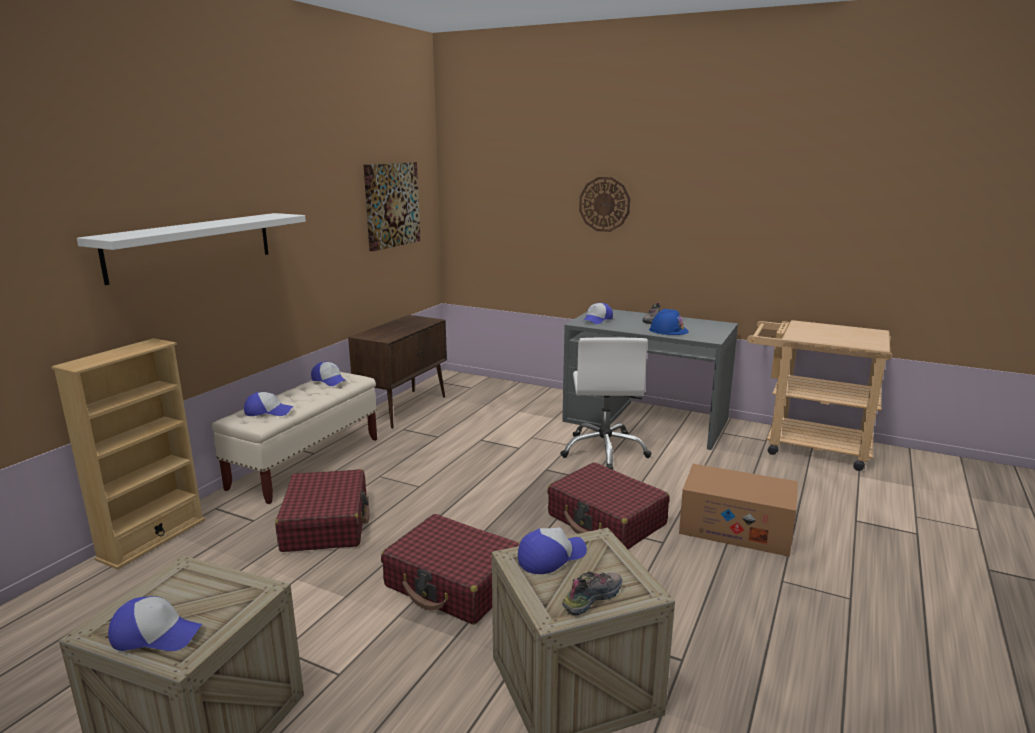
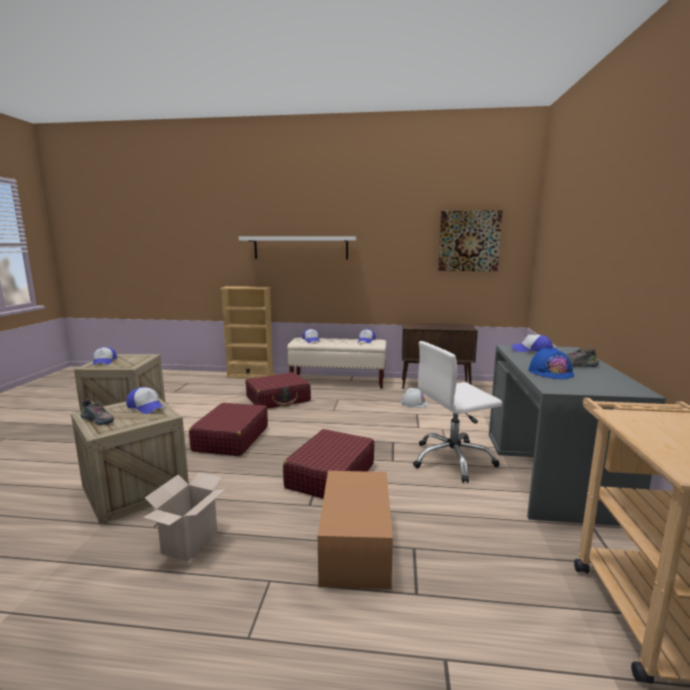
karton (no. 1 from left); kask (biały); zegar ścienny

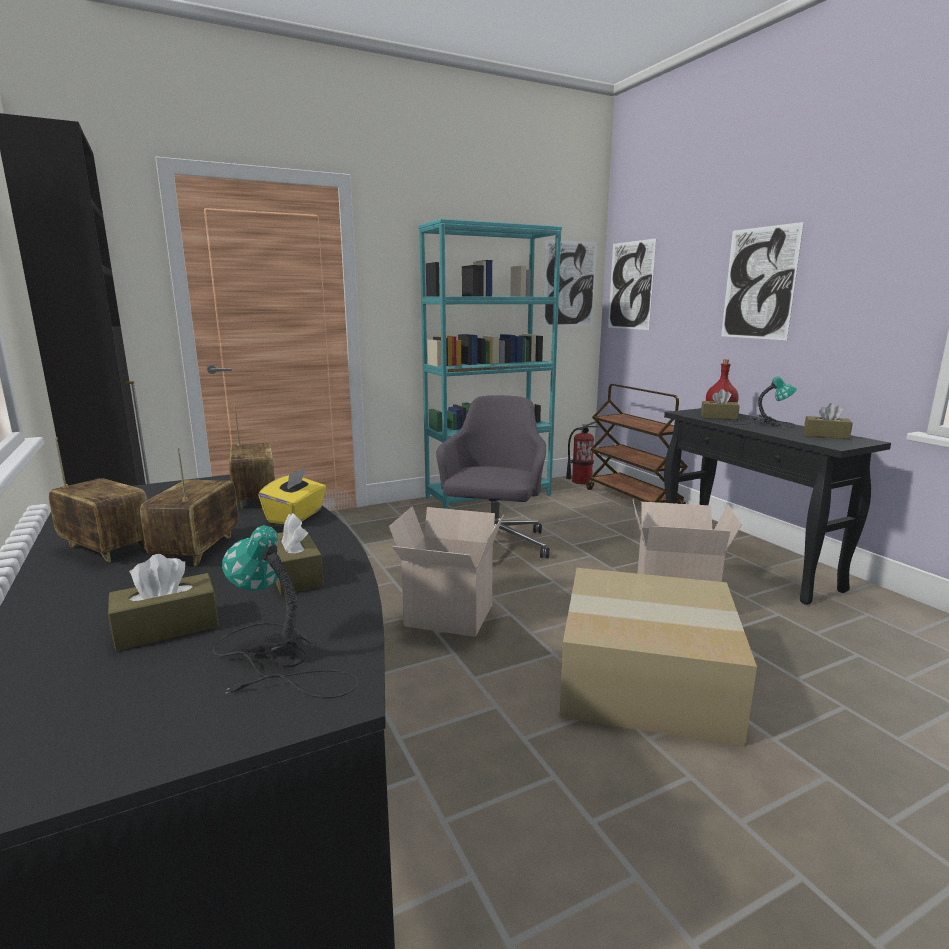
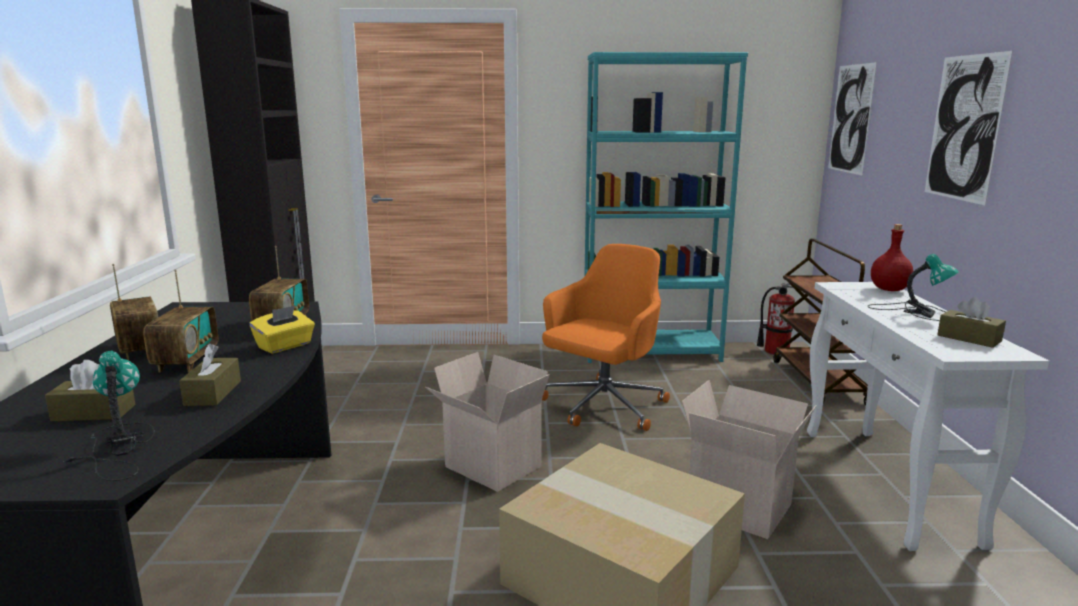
radio (no. 2 from left); krzesło biurowe (pomarańczowy); stolik konsolowy (biały); obraz (no. 1 from left in the first image); pudełko chusteczek (brązowy) (no. 3 from left in the first image)

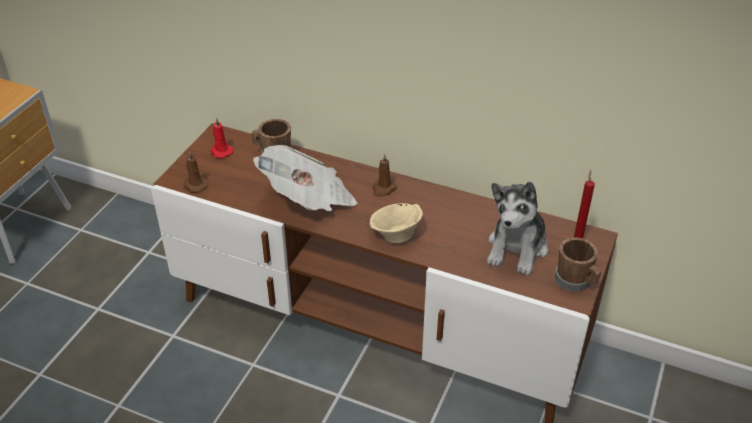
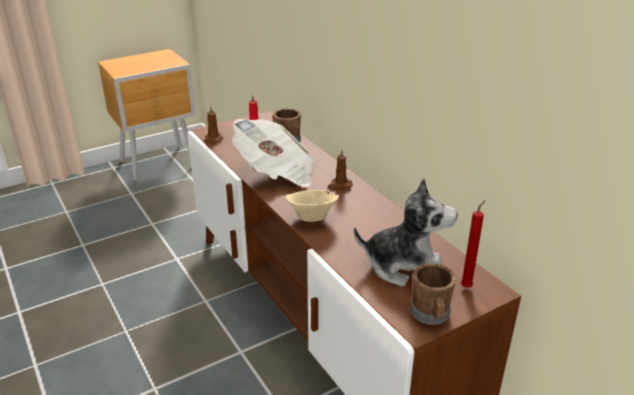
pluszak

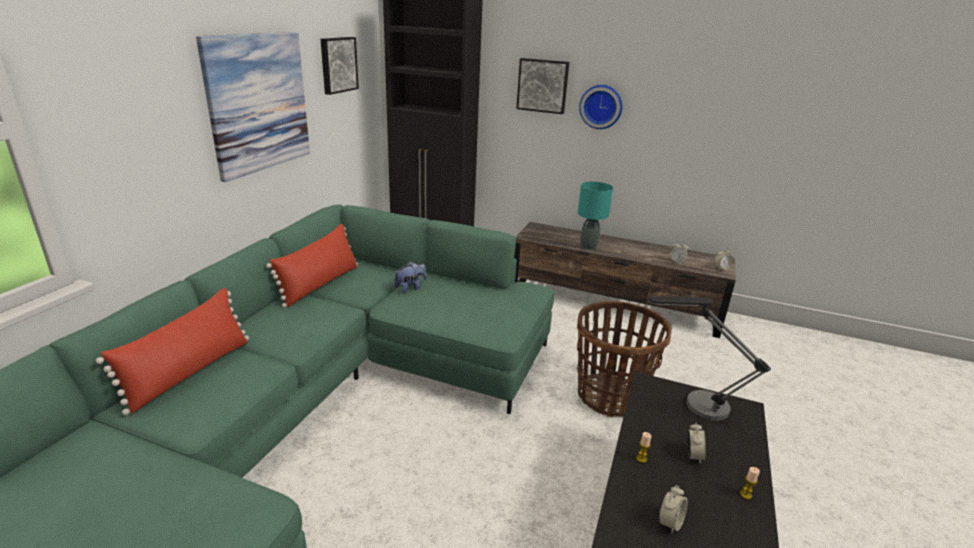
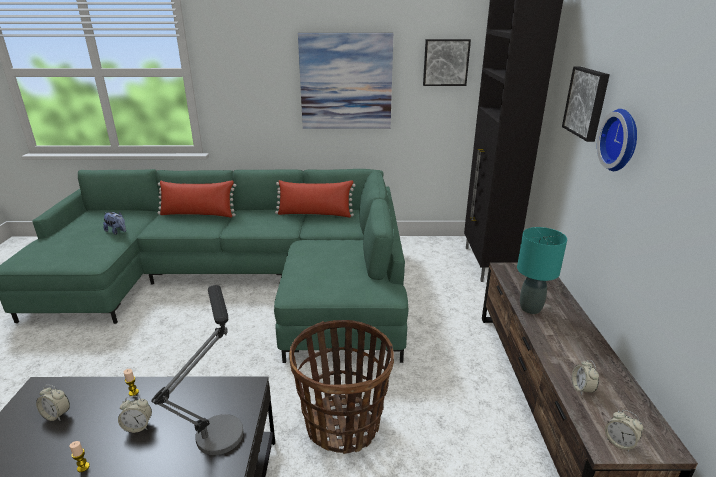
pluszak

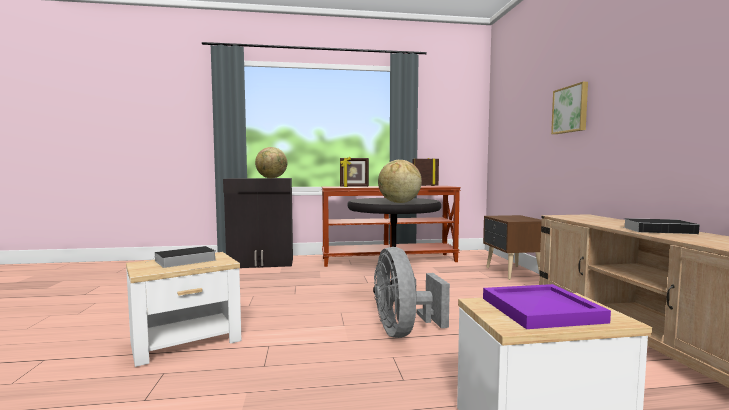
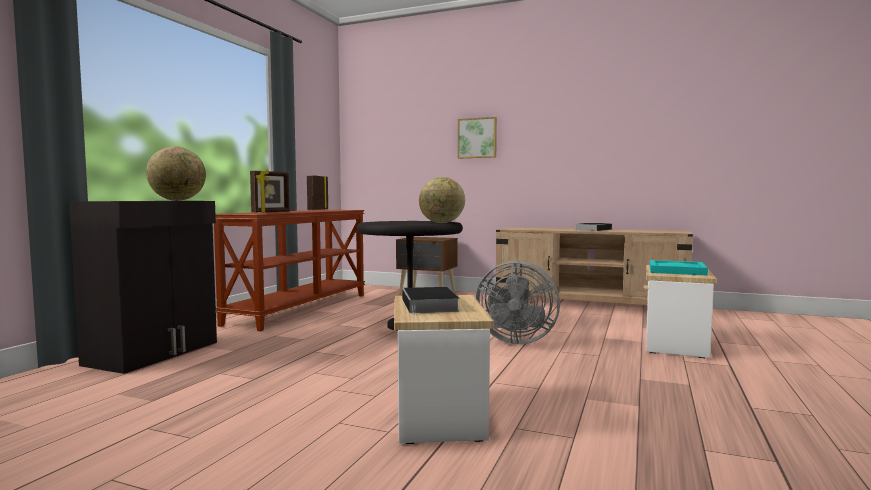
taca (turkusowy)

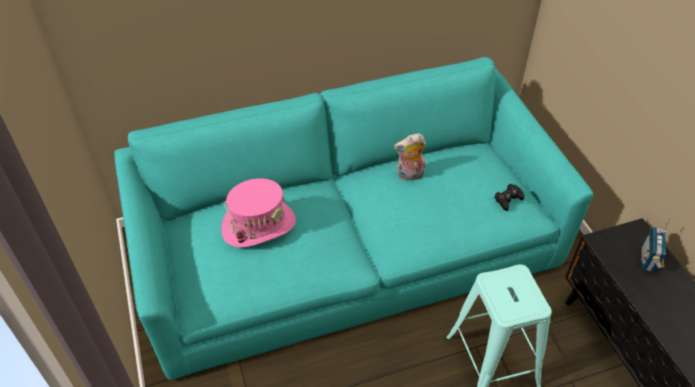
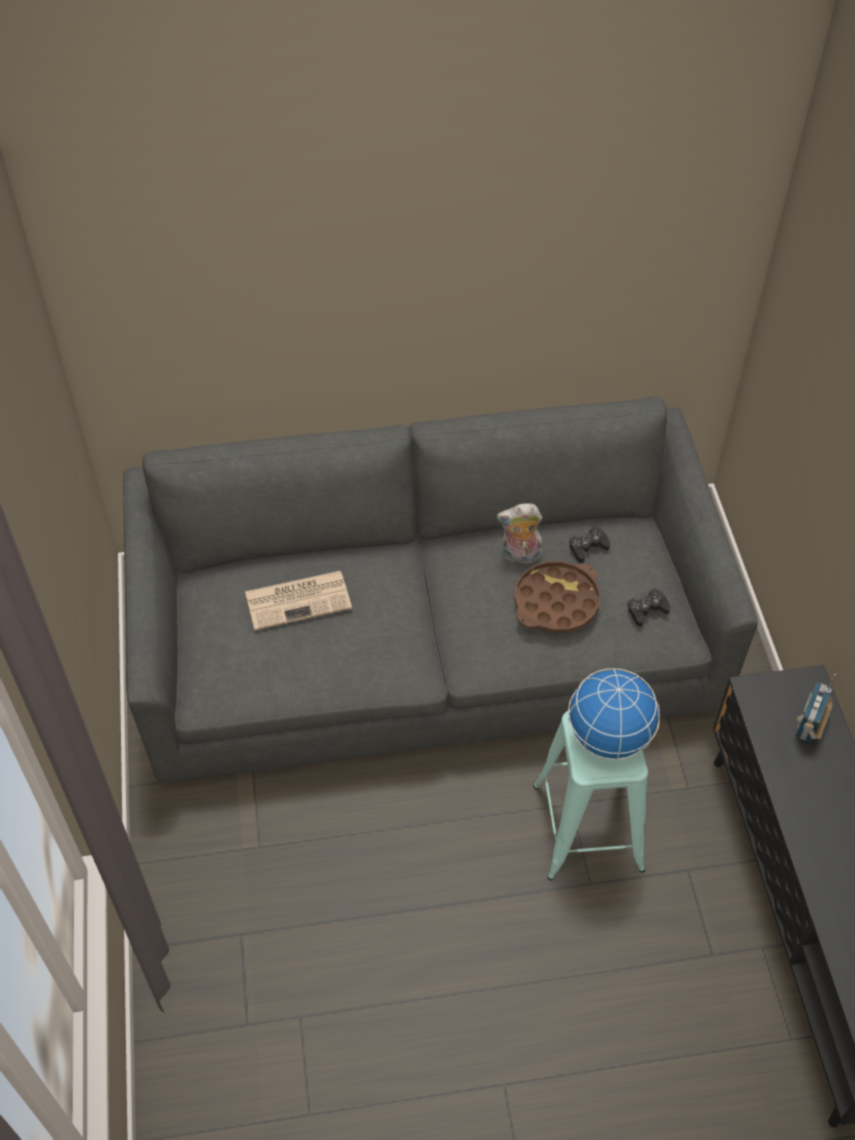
kanapa (szary); gazeta; taca (brązowy); globus; pad do gier (czarny) (no. 1 from left)

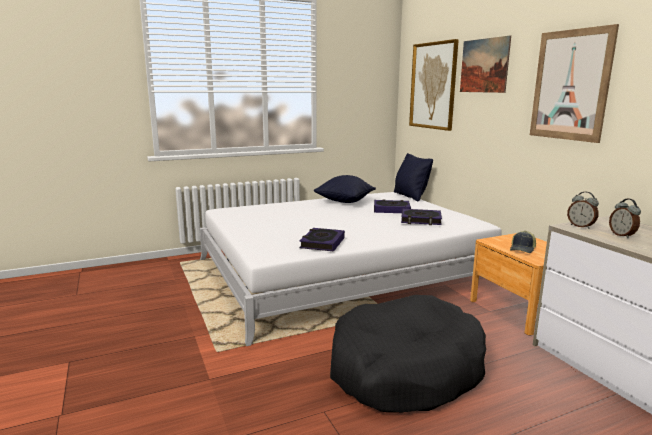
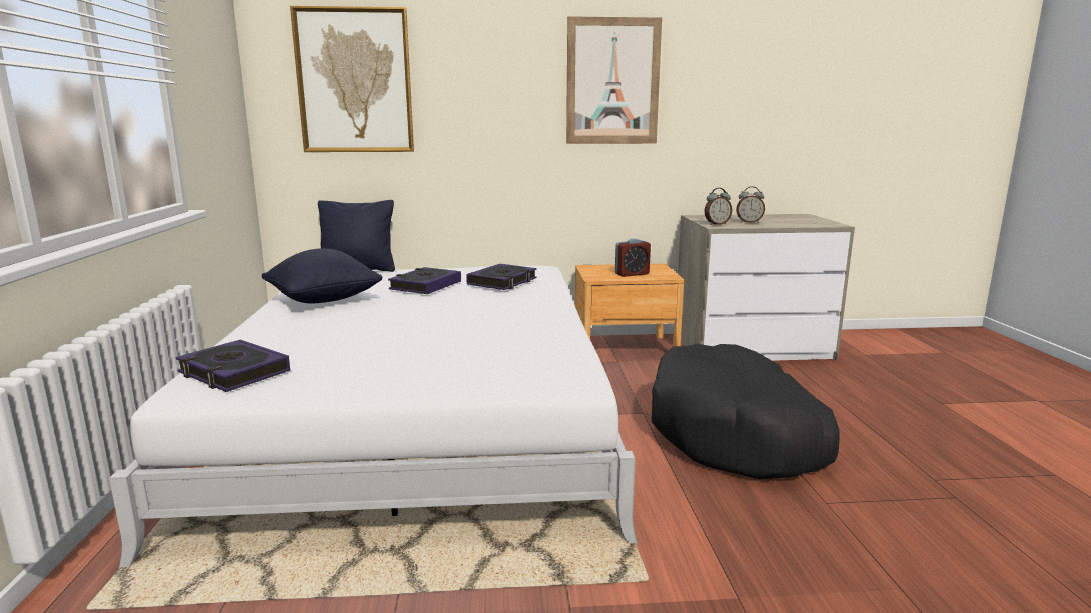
książka (no. 1 from left); budzik (no. 1 from left); obraz (no. 2 from left in the first image)

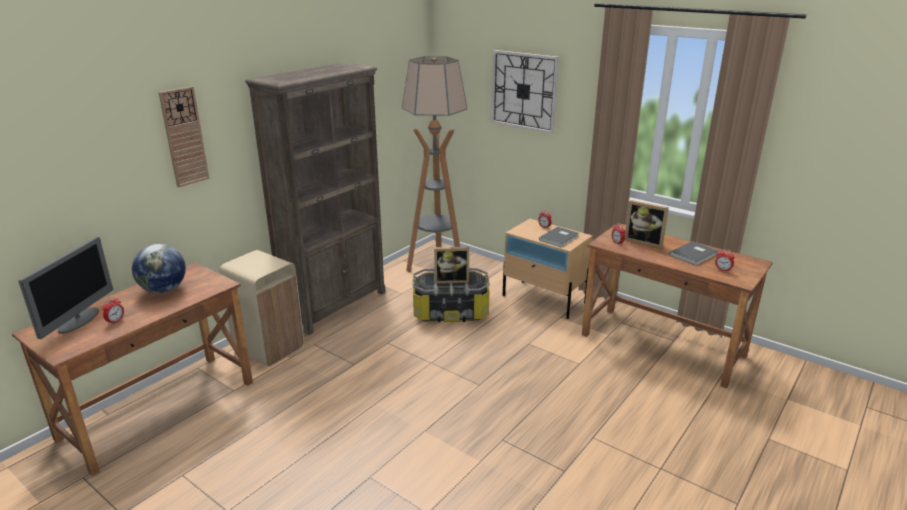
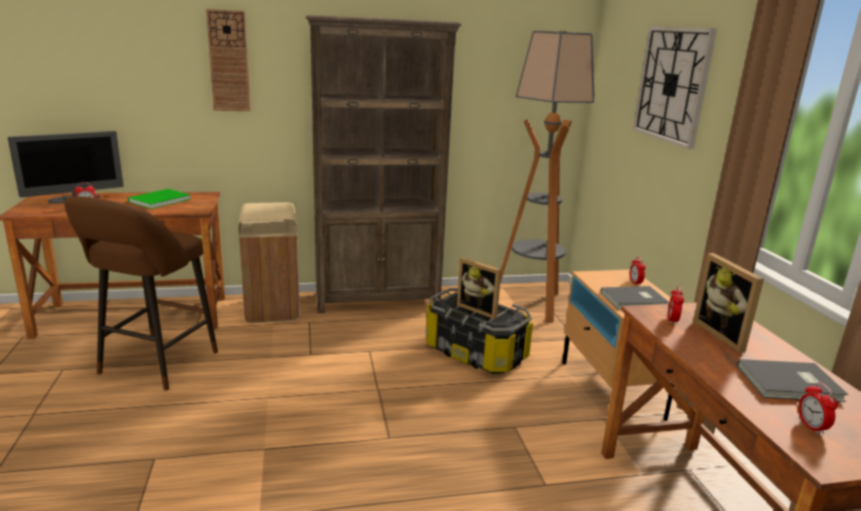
stołek (brązowy); książka (zielony)

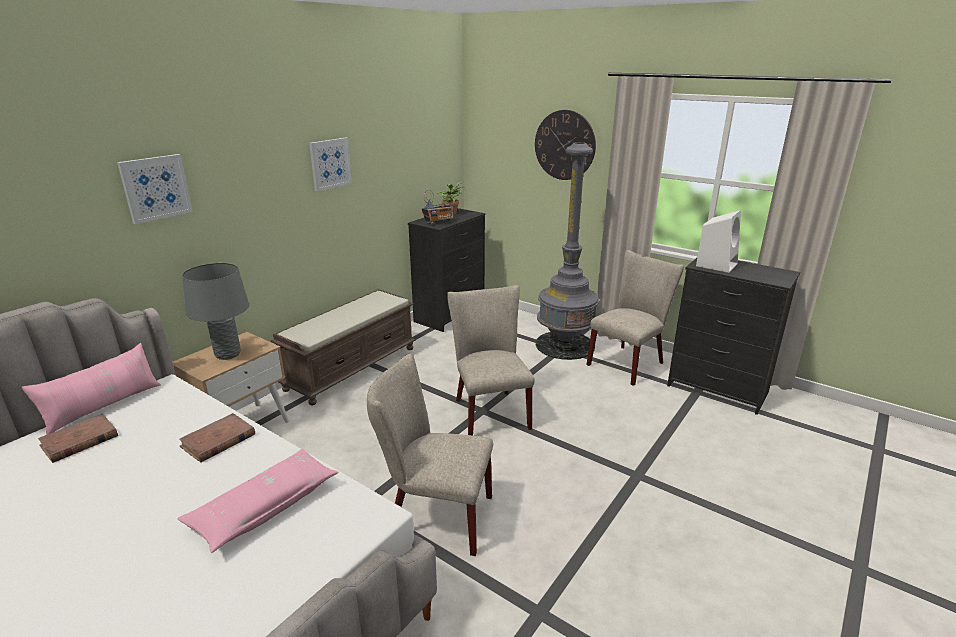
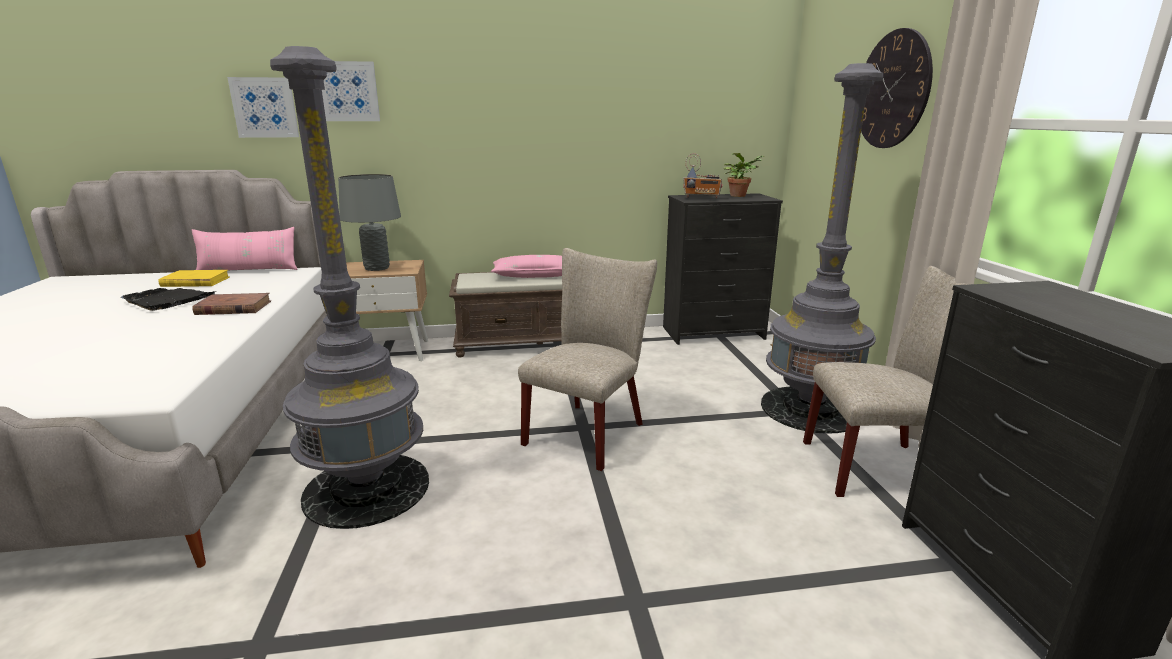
taca (czarny); książka (żółty); obraz (no. 1 from left); lampa stojąca (szary) (no. 1 from left); poduszka (różowy) (no. 2 from left); głośnik (biały)

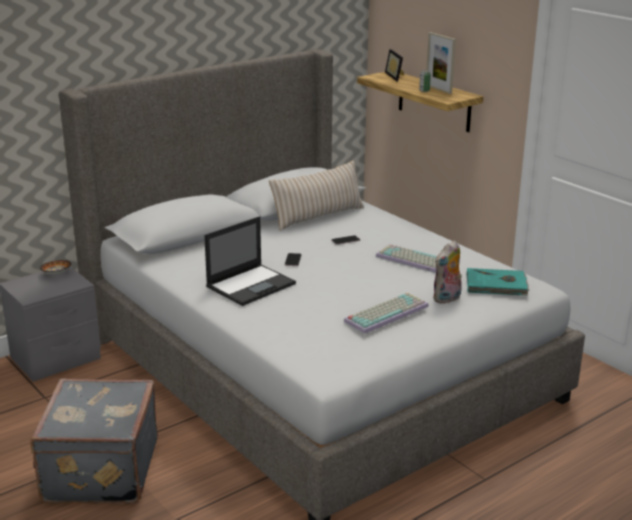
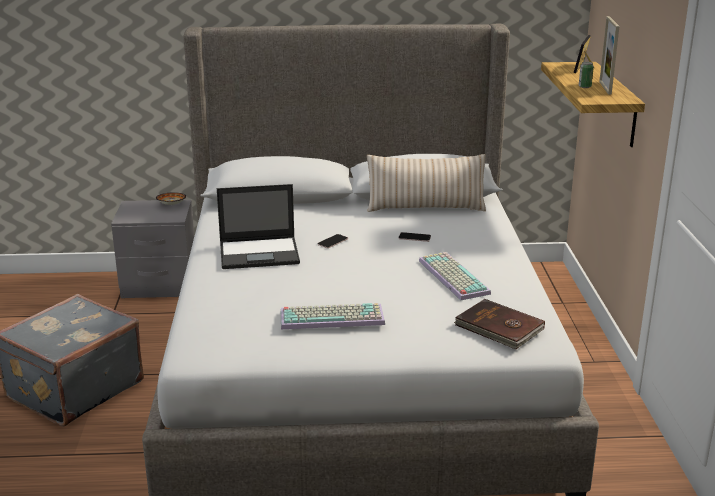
książka (brązowy); pluszak

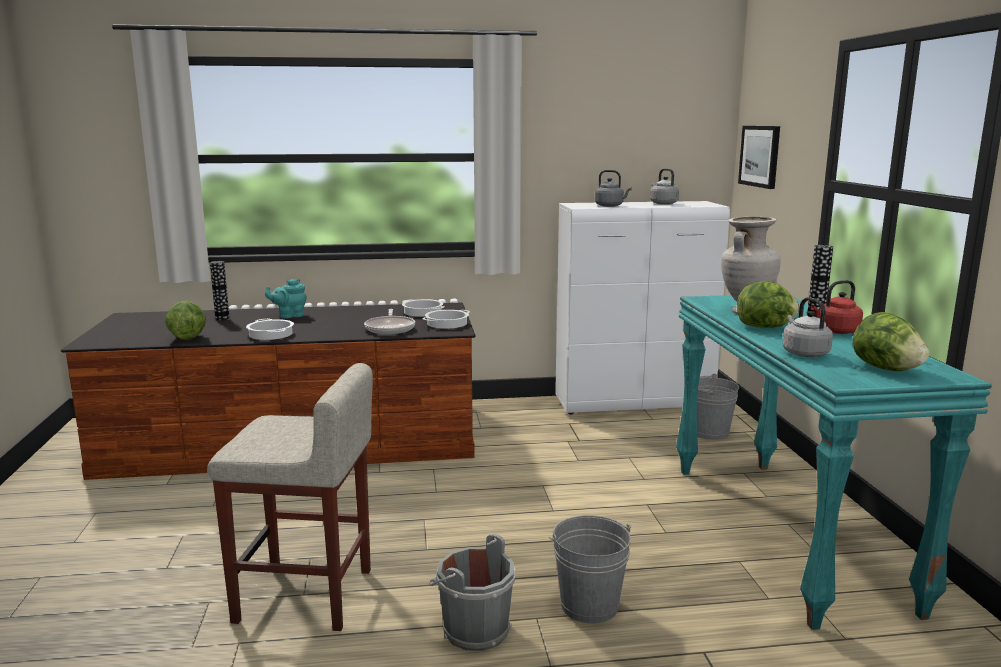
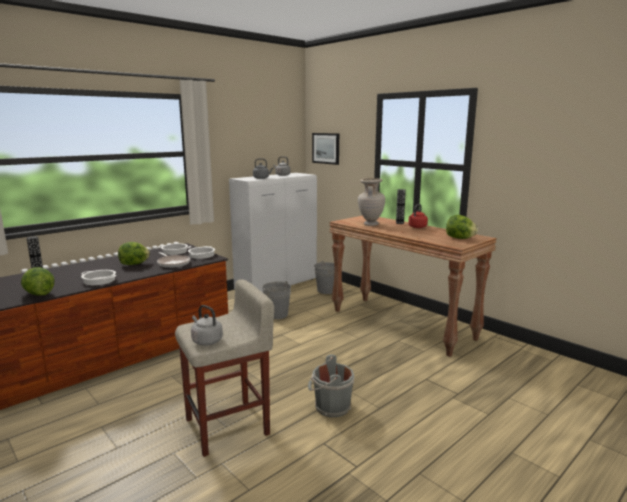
sałata (no. 2 from left); czajnik (szary) (no. 1 from left); wiadro (szary) (no. 1 from left); stolik konsolowy (brązowy); imbryk (turkusowy)

